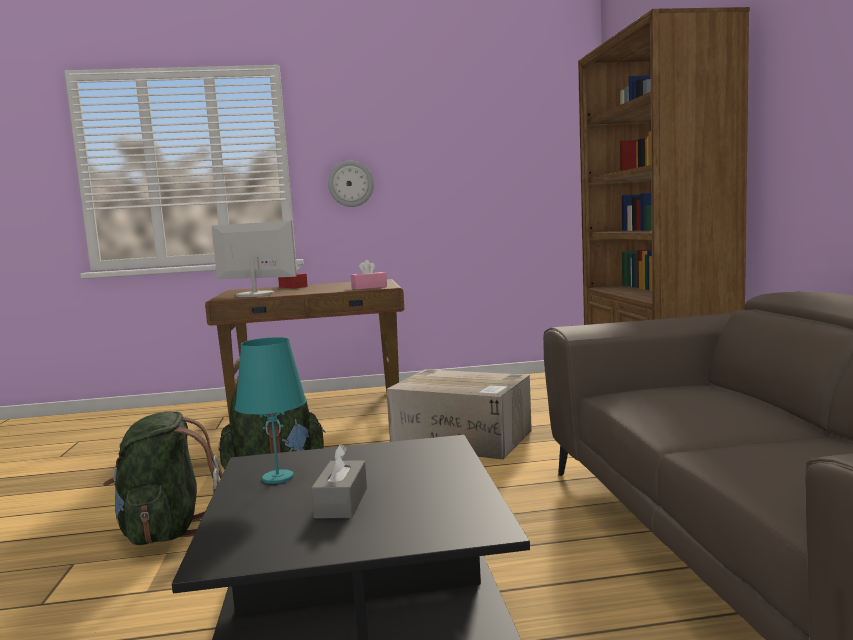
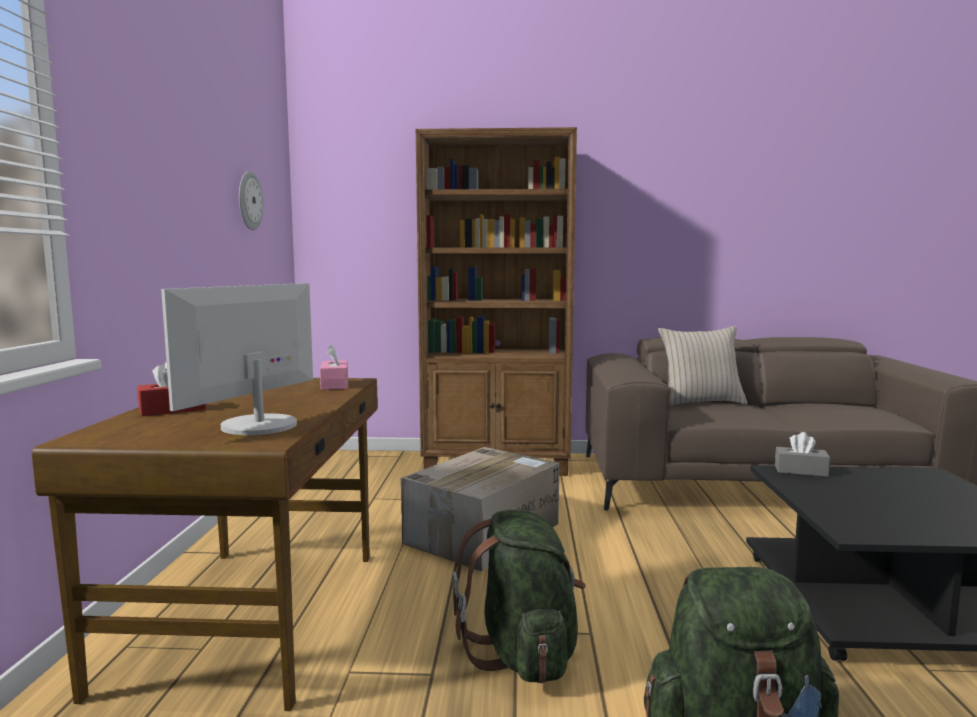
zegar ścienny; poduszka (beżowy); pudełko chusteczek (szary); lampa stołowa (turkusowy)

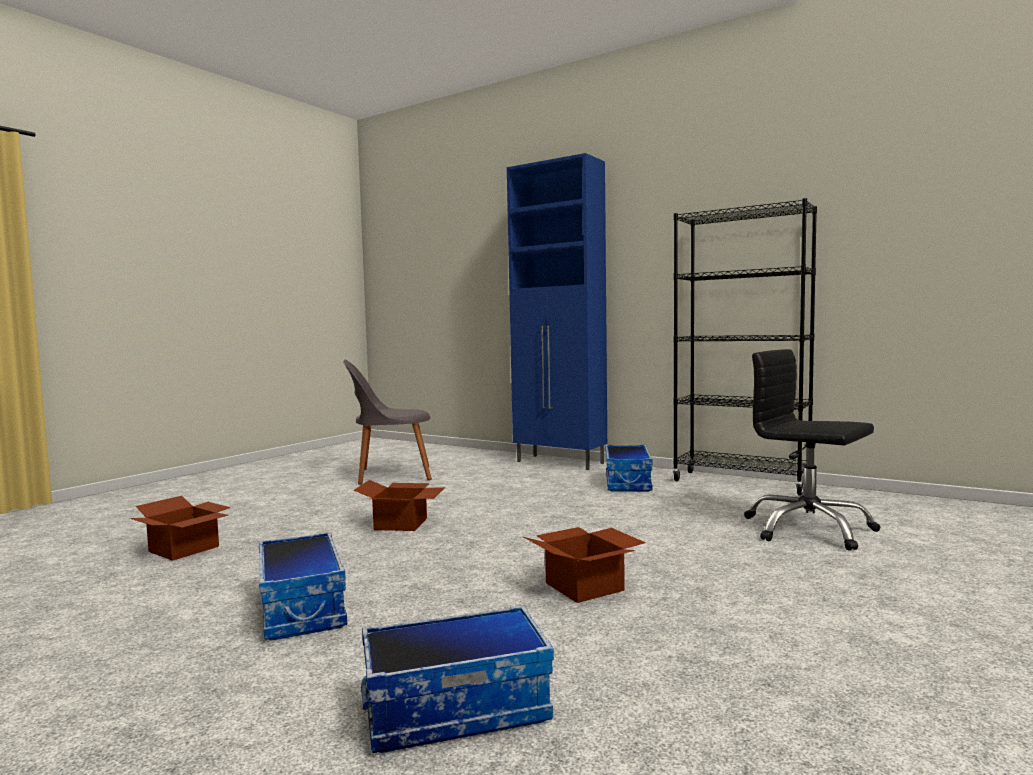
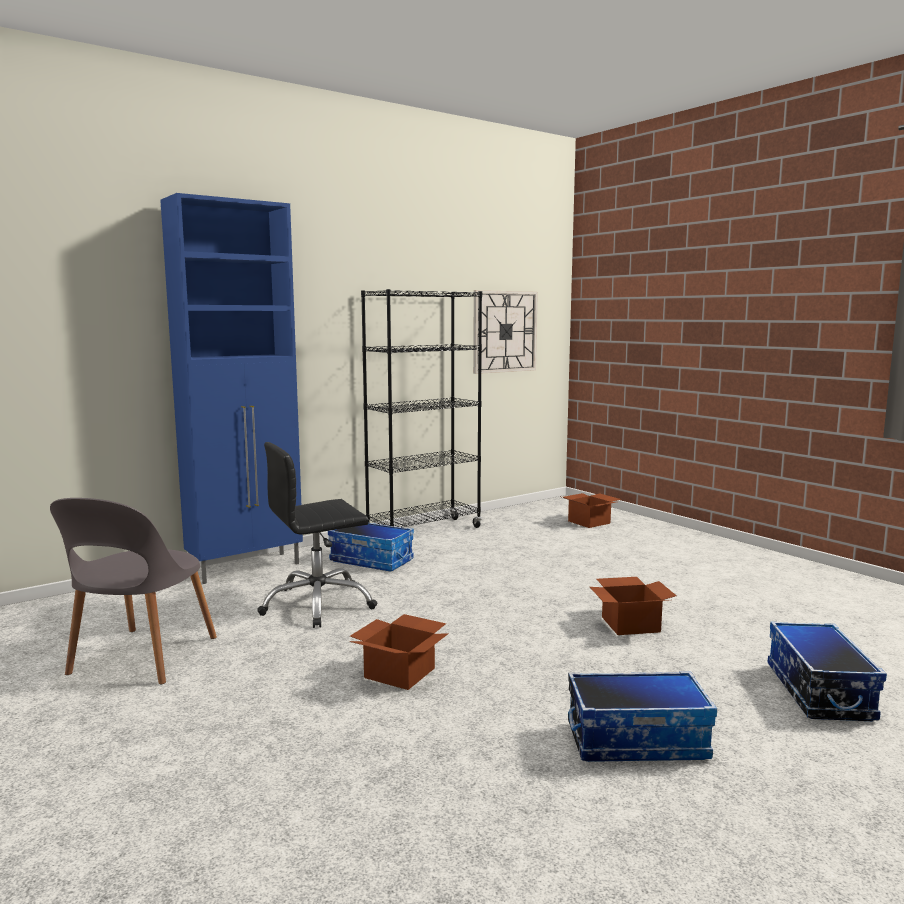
krzesło biurowe (czarny); zegar ścienny; karton (no. 2 from left)

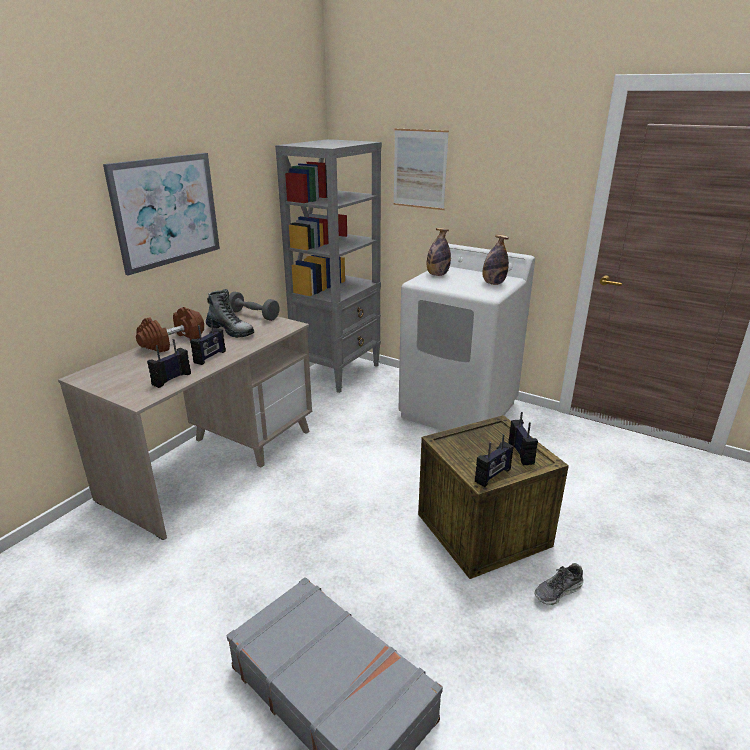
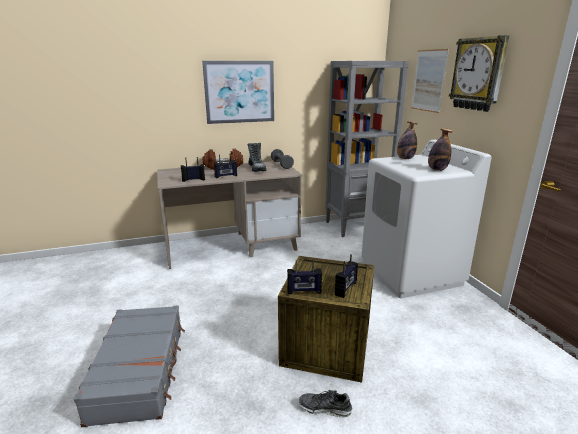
zegar ścienny

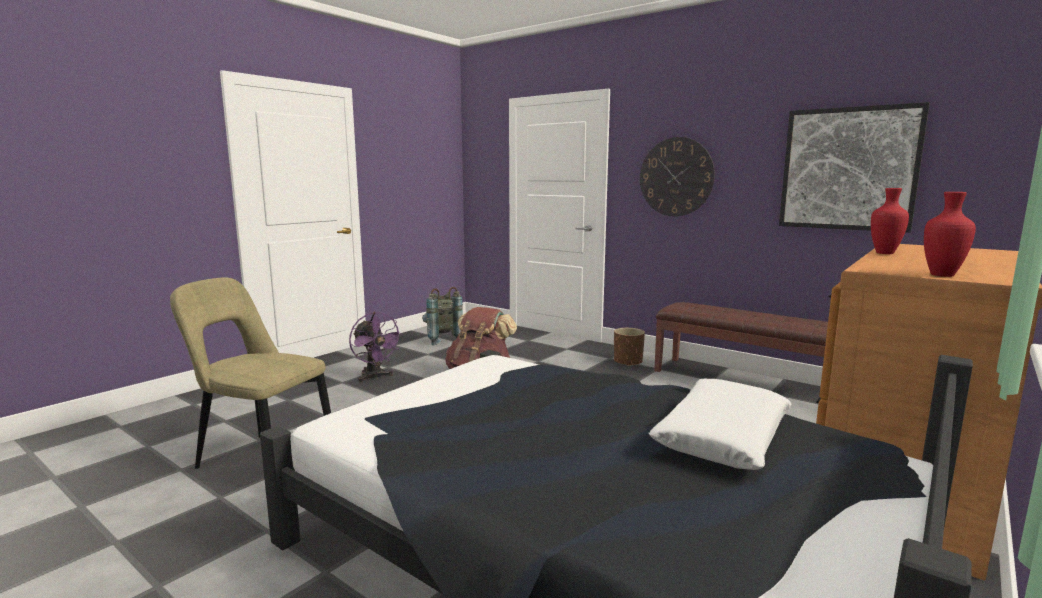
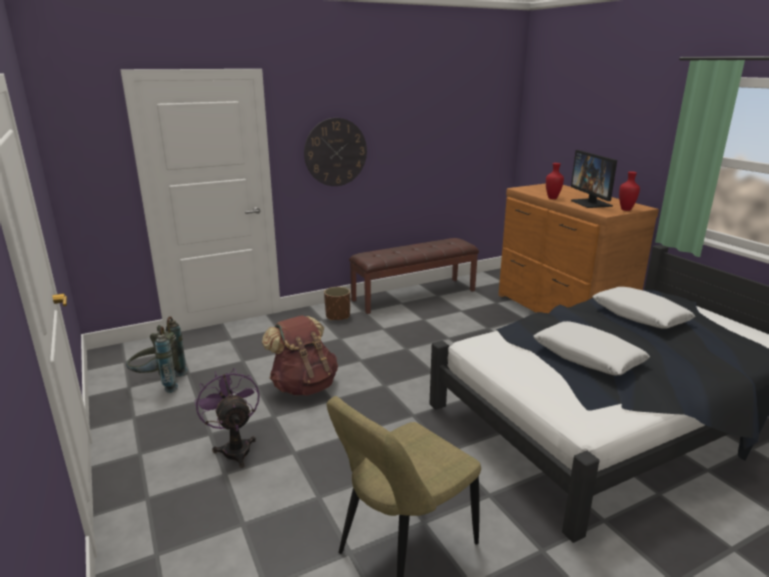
wentylator (fioletowy); poduszka (biały) (no. 1 from left); monitor; obraz

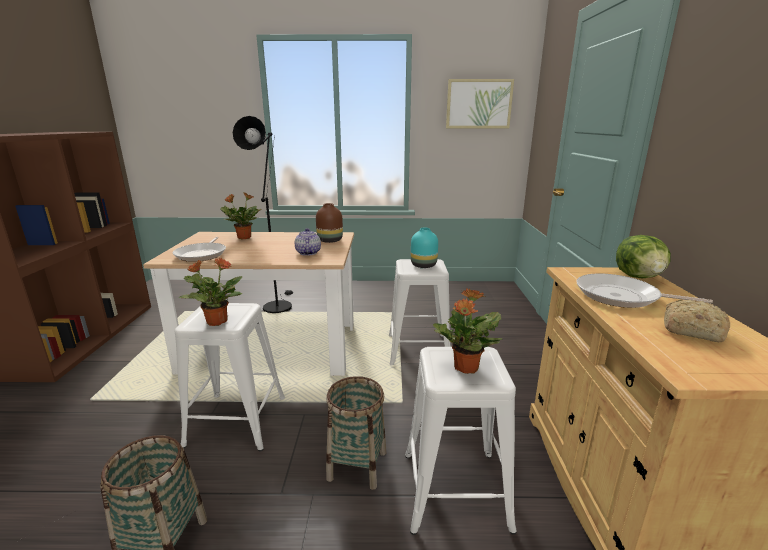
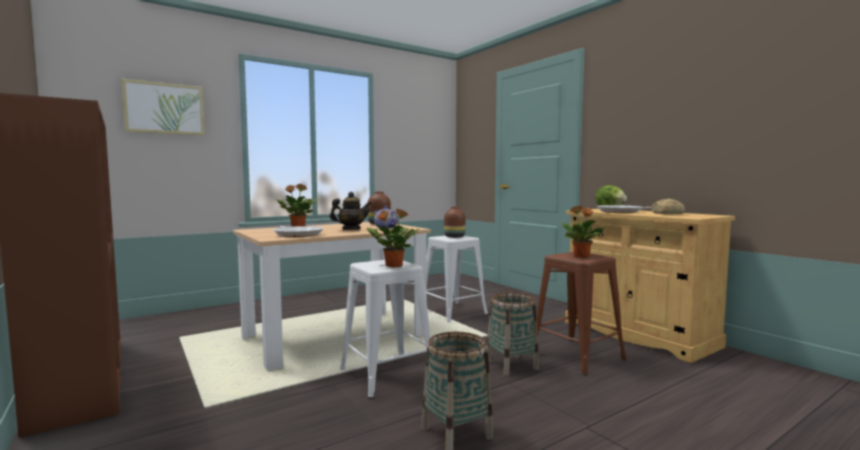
obraz; imbryk (no. 1 from left); wazon (brązowy) (no. 2 from left); stołek (brązowy); lampa stojąca (czarny)

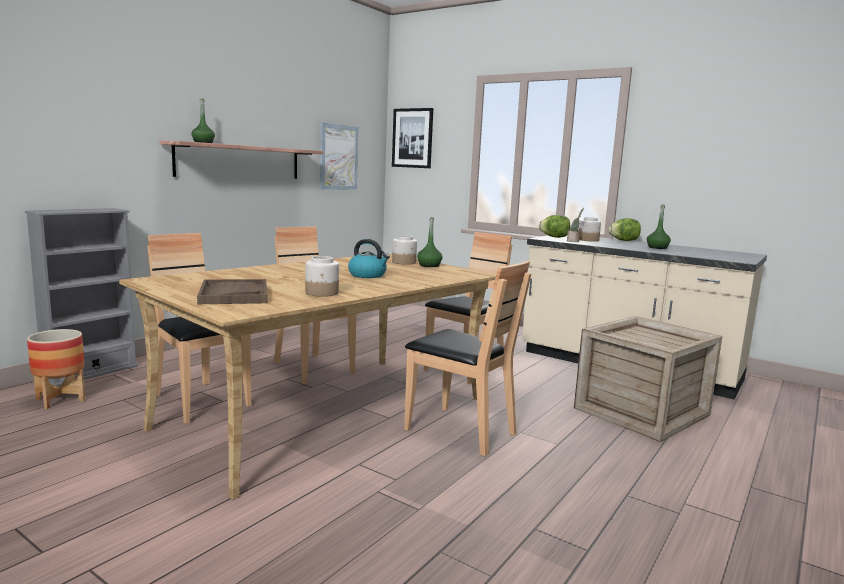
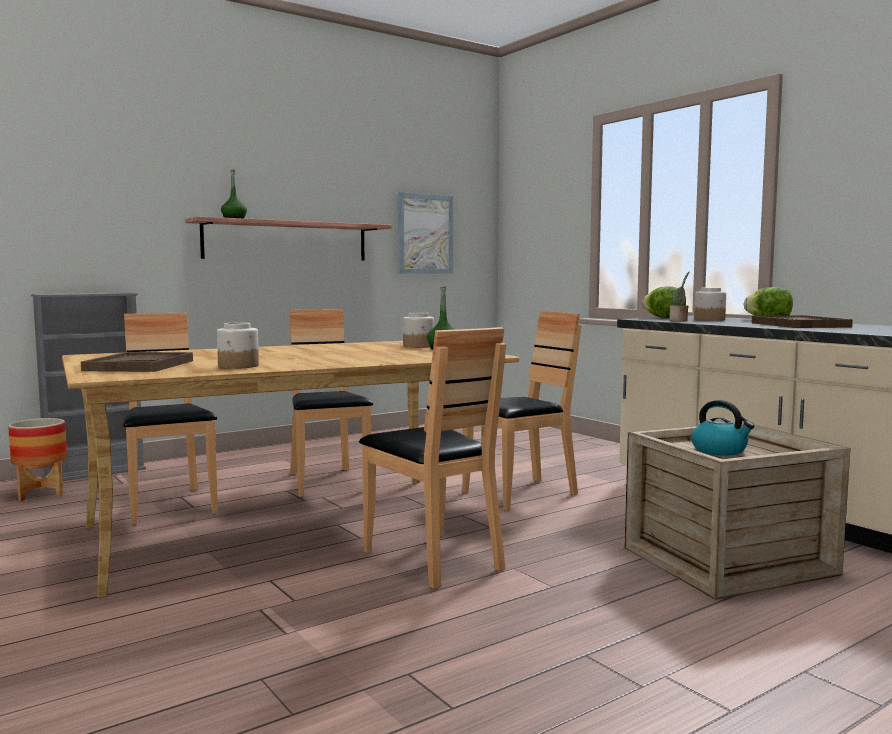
czajnik; taca (brązowy) (no. 2 from left); obraz (no. 2 from left in the first image)

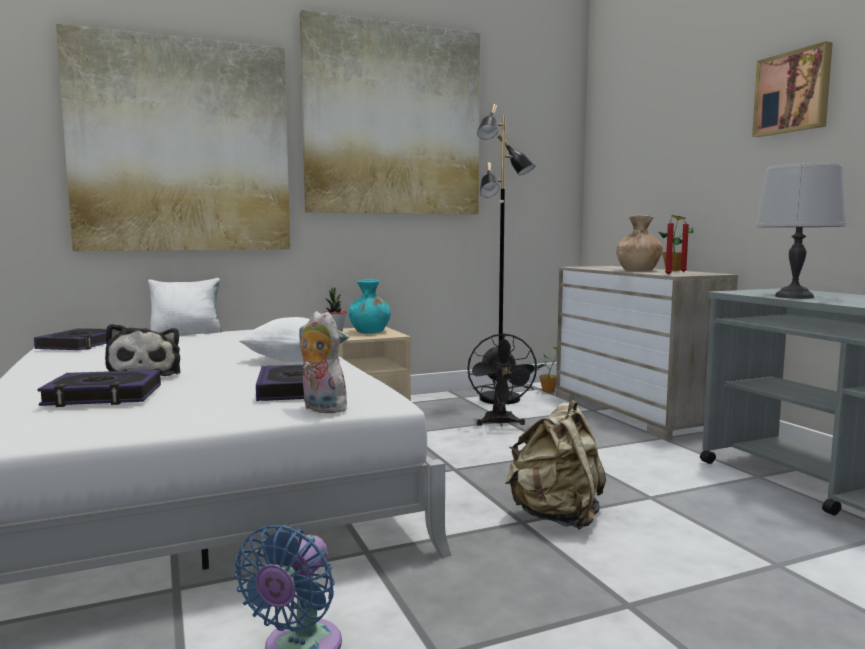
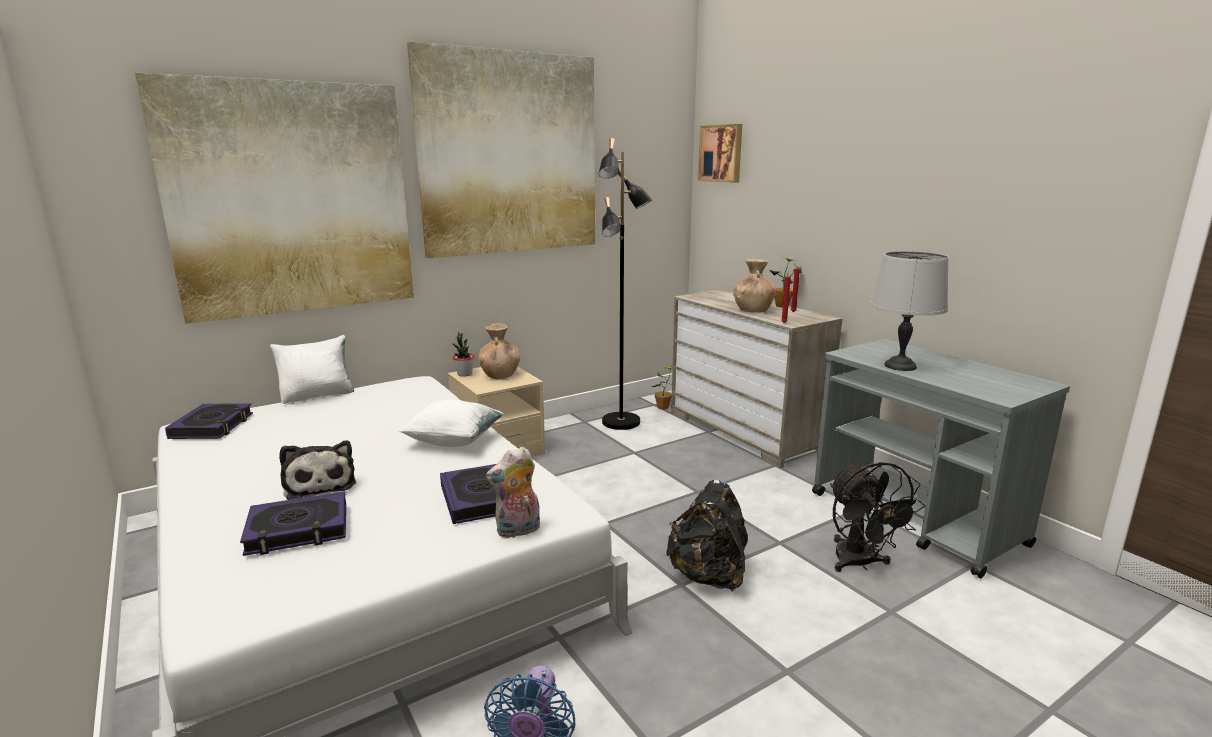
wazon (brązowy) (no. 1 from left); pluszak (no. 2 from left); plecak (czarny); obraz (no. 3 from left); wentylator (czarny)

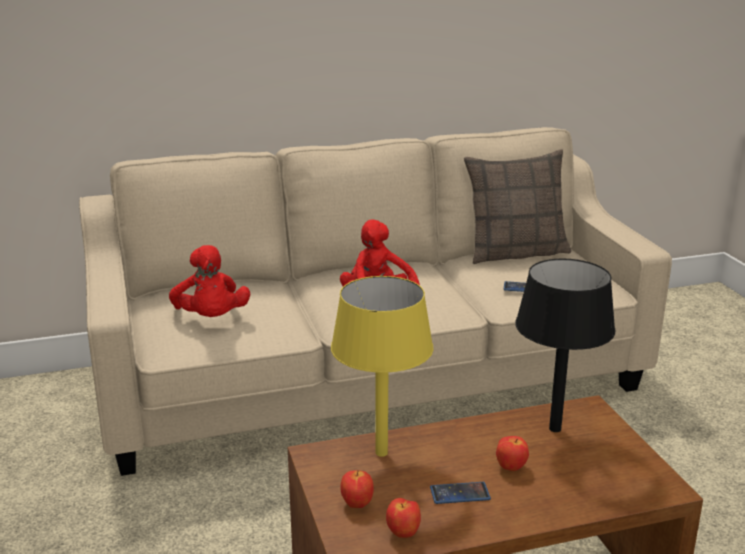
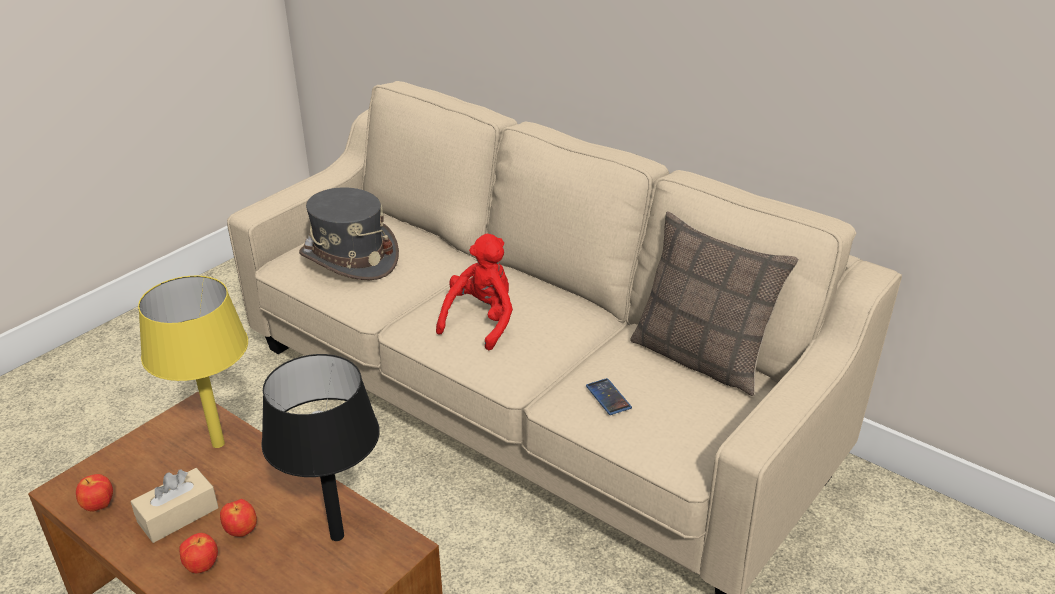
pudełko chusteczek (beżowy); jabłko (no. 2 from left); kapelusz (szary)

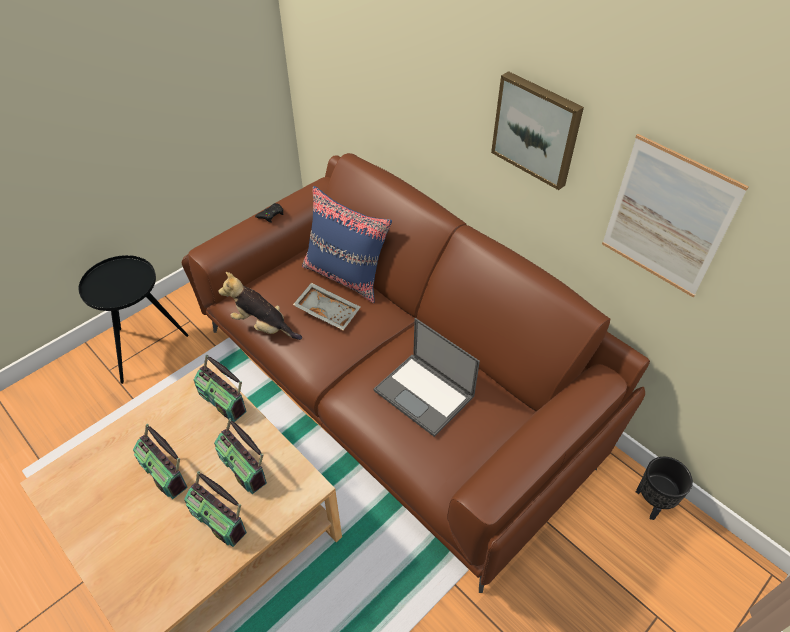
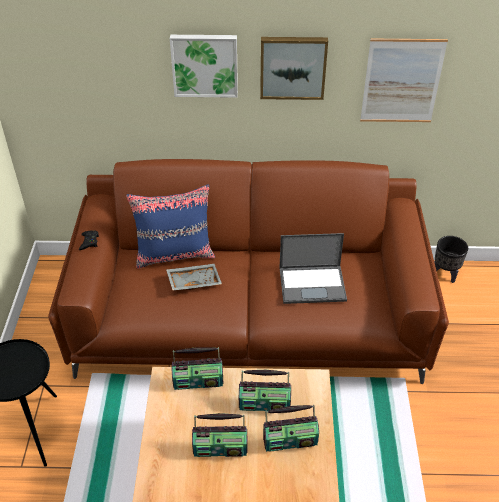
obraz (no. 1 from left); pluszak

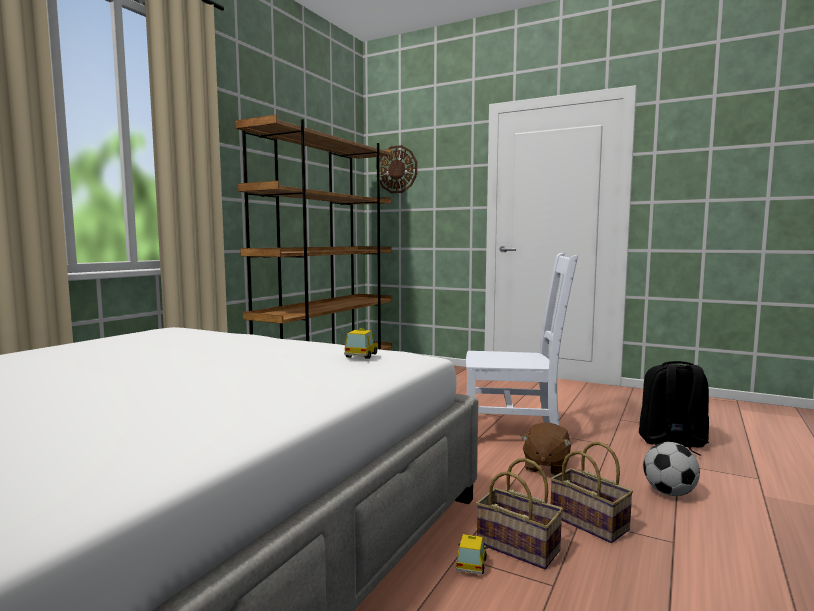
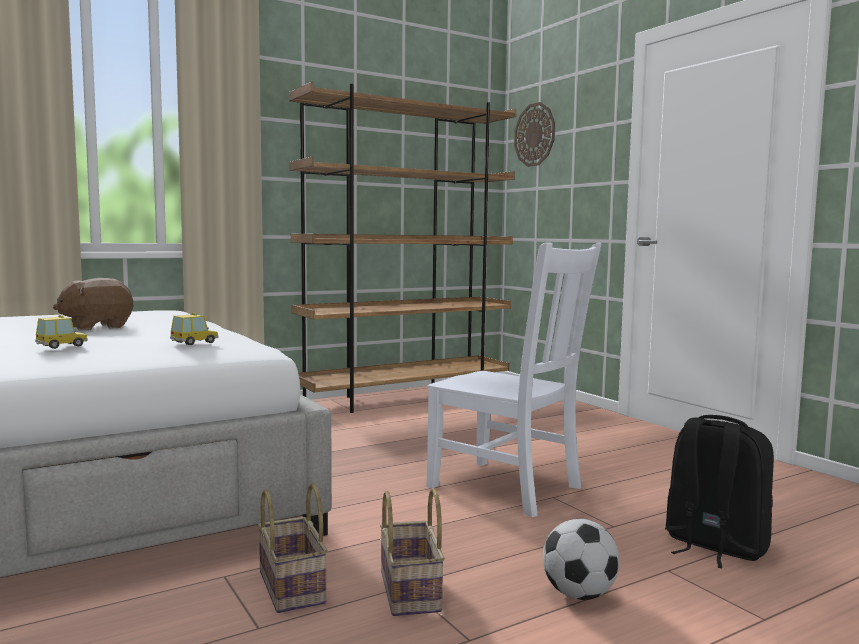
samochodzik (no. 1 from left); pluszak (brązowy)

